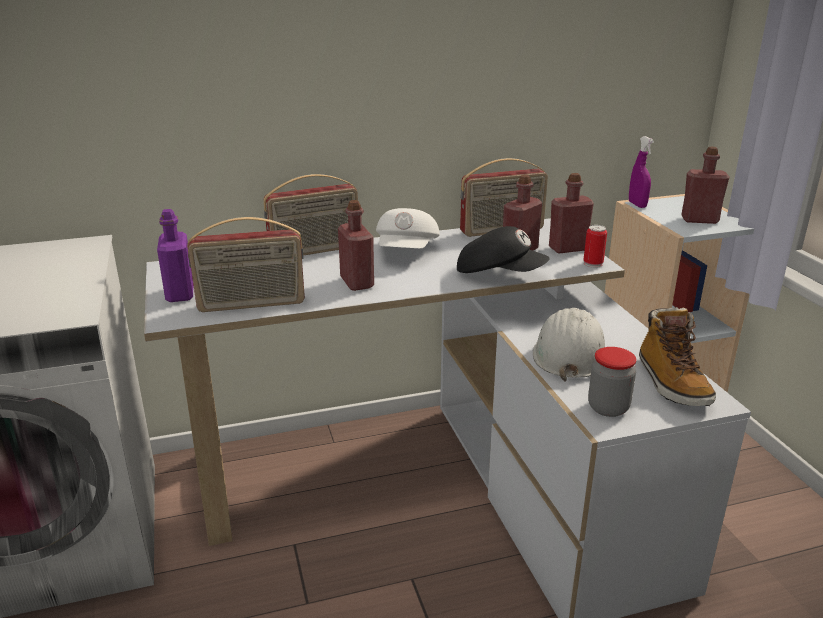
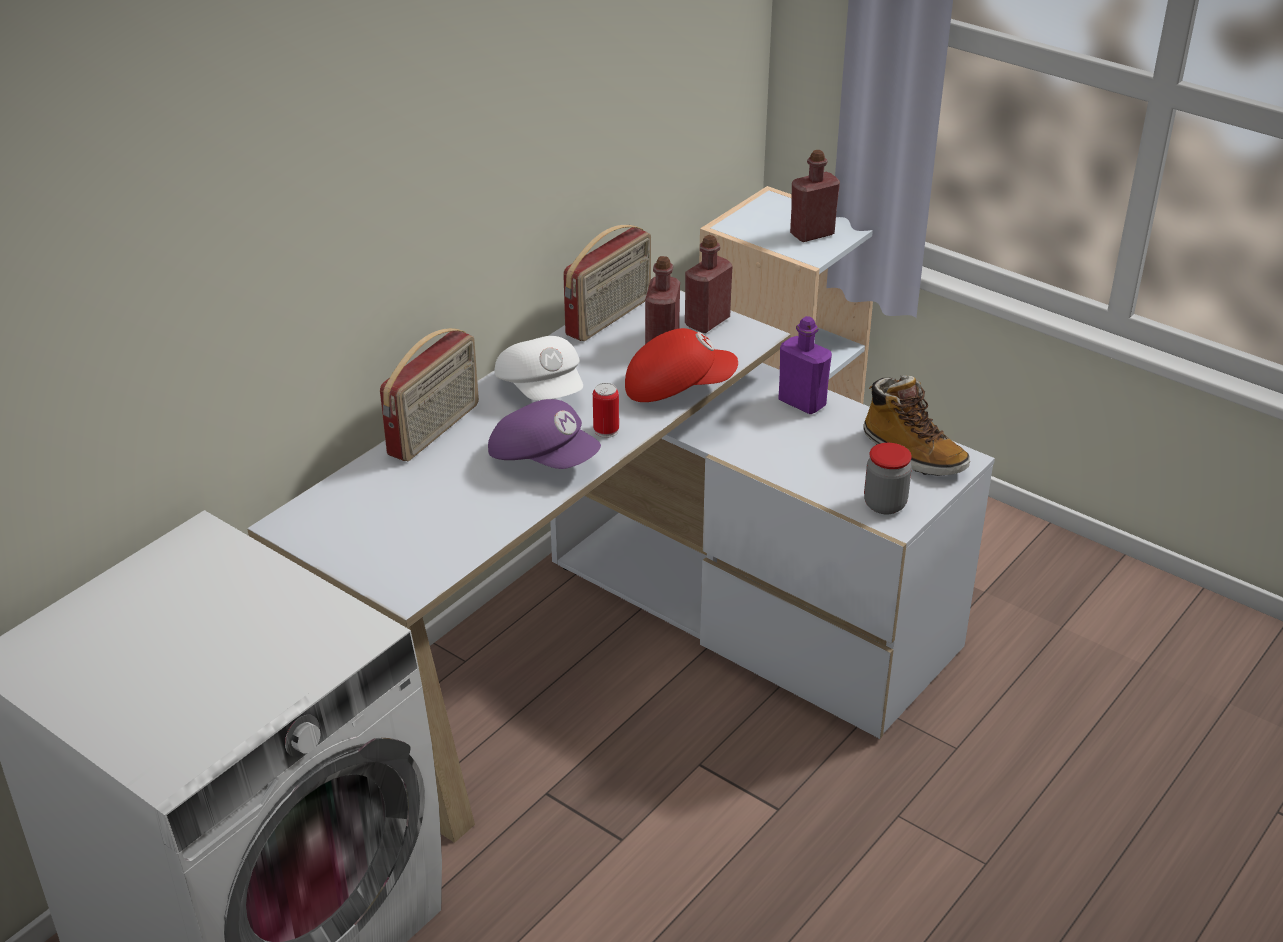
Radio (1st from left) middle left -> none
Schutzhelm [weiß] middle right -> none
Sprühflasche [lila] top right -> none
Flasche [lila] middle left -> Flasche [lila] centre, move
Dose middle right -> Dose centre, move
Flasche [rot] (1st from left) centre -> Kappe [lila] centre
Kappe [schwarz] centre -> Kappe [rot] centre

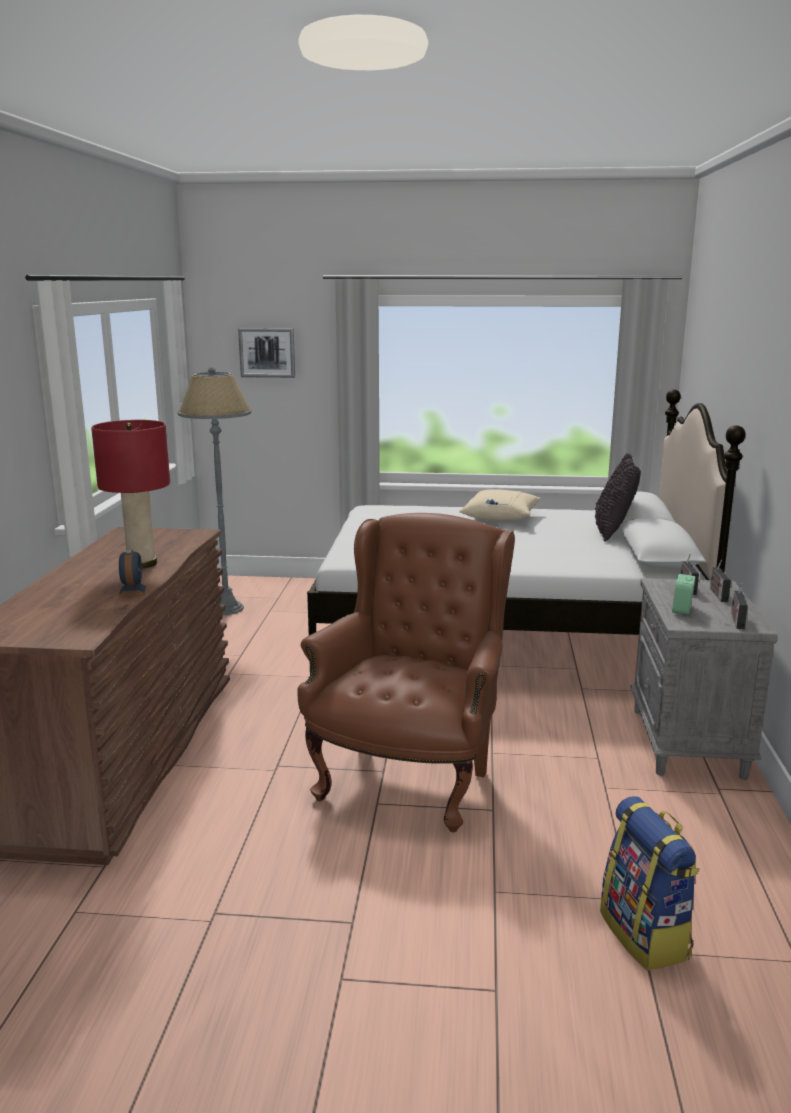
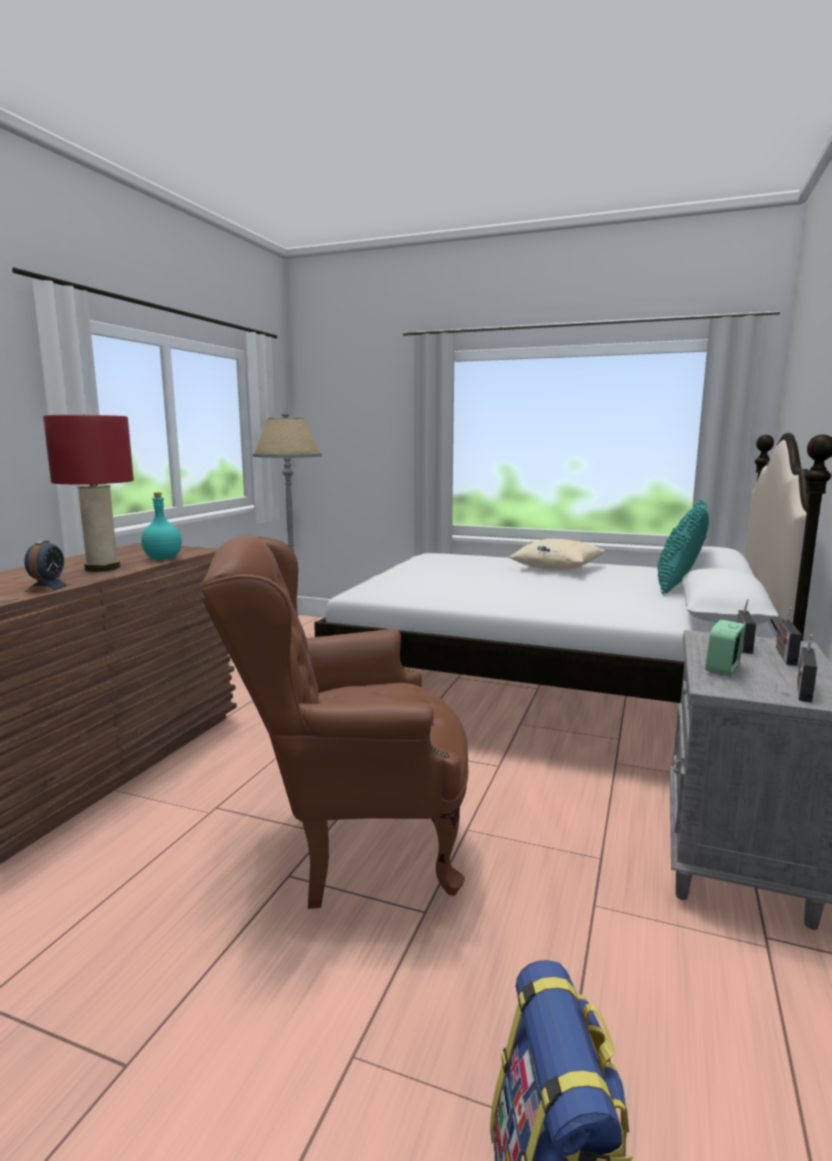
Bild top centre -> none
none -> Flasche [türkis] middle left
Kissen [schwarz] middle right -> Kissen [türkis] middle right
Sessel [braun] centre, 135 degrees counterclockwise

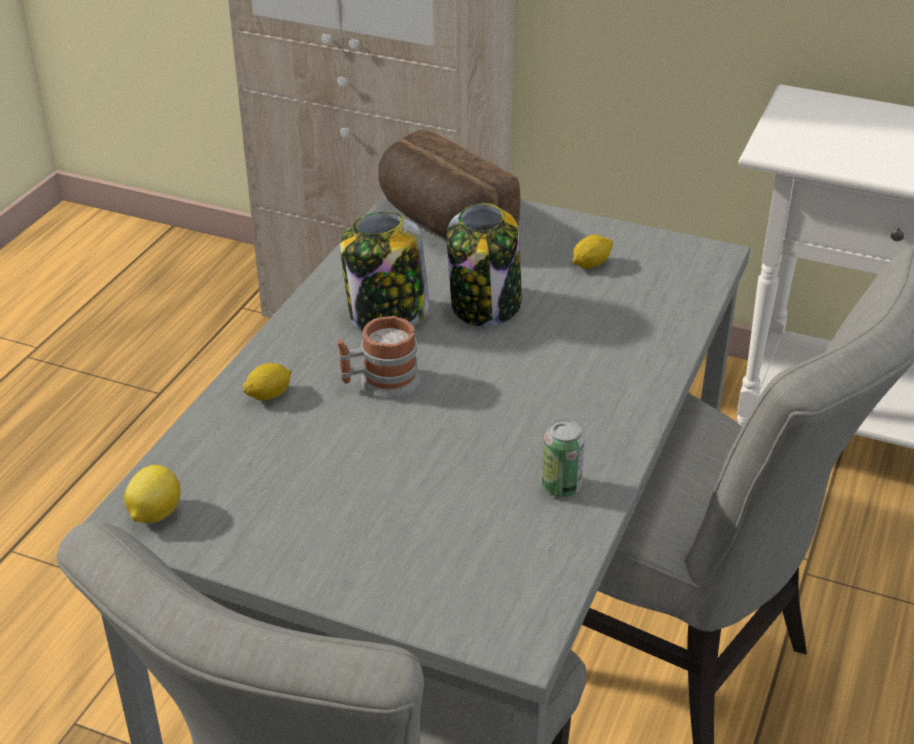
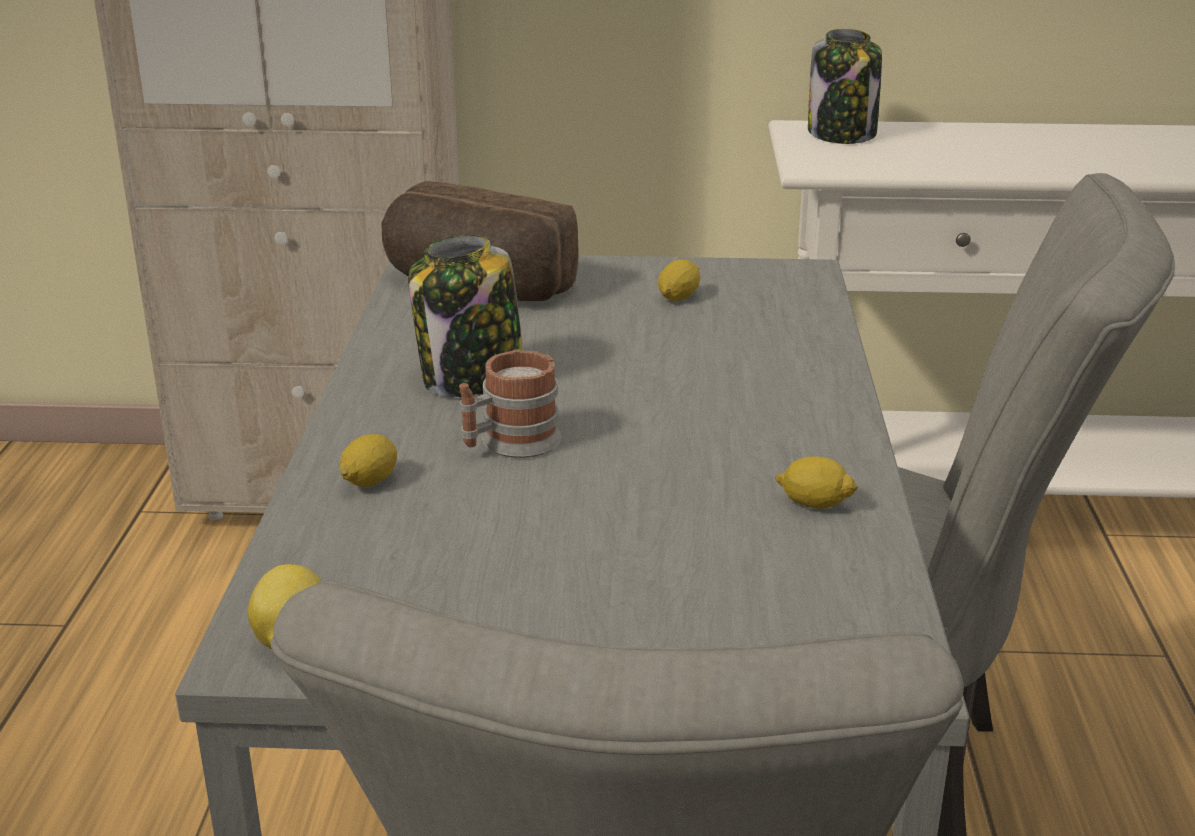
Vorratsglas (2nd from left) centre -> Vorratsglas (2nd from left) top right, move
Dose centre -> Zitrone (4th from left) middle right

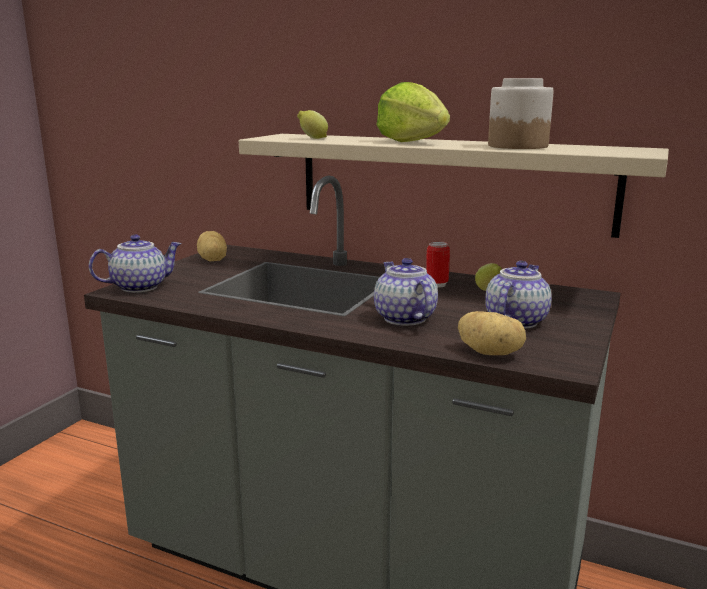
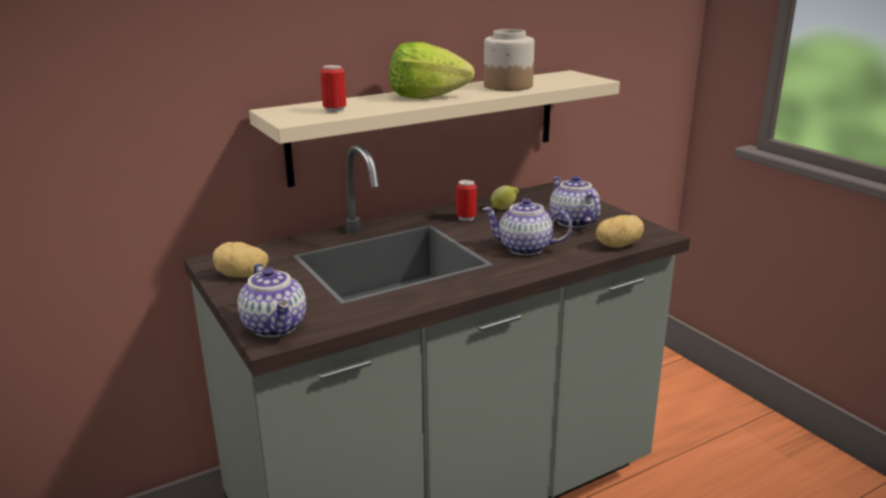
Zitrone (1st from left) top centre -> Dose (1st from left) top centre
Teekanne (1st from left) middle left, 150 degrees clockwise

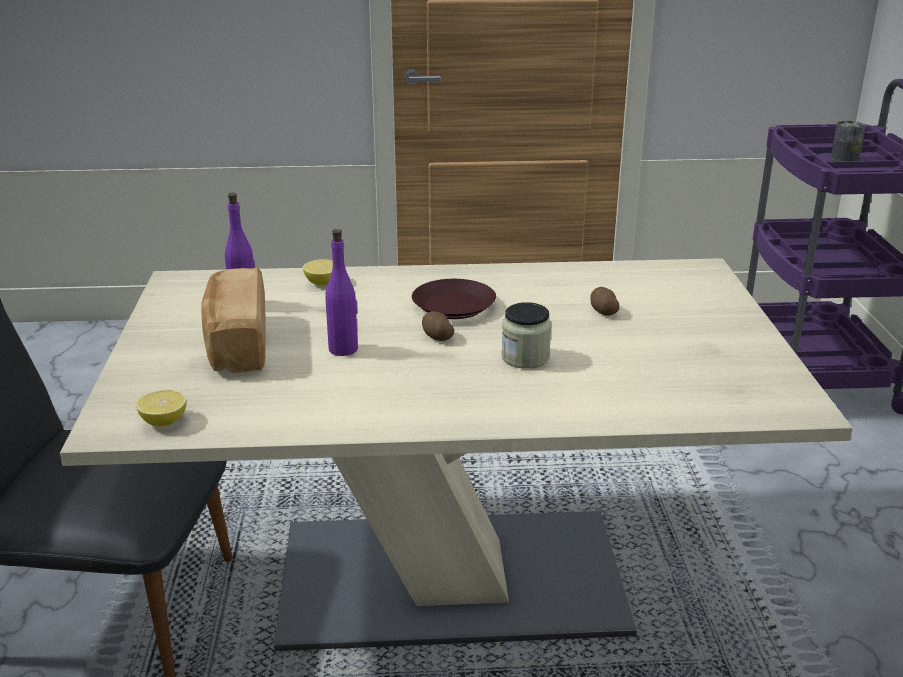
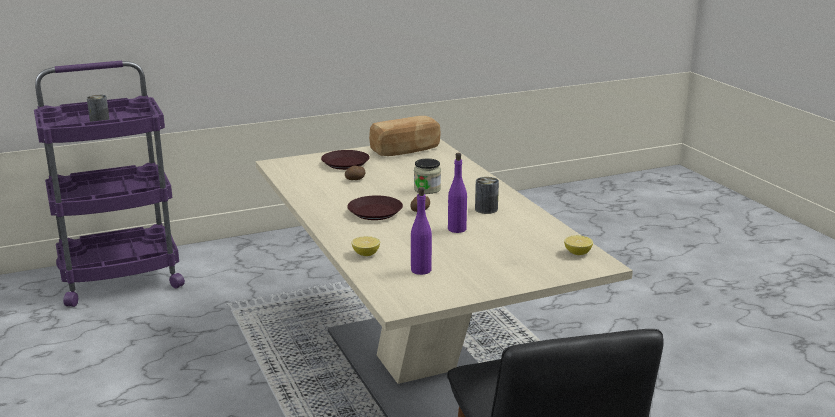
none -> Teller [braun] (1st from left) centre
none -> Dose (2nd from left) centre
Brot middle left -> Brot top centre, move

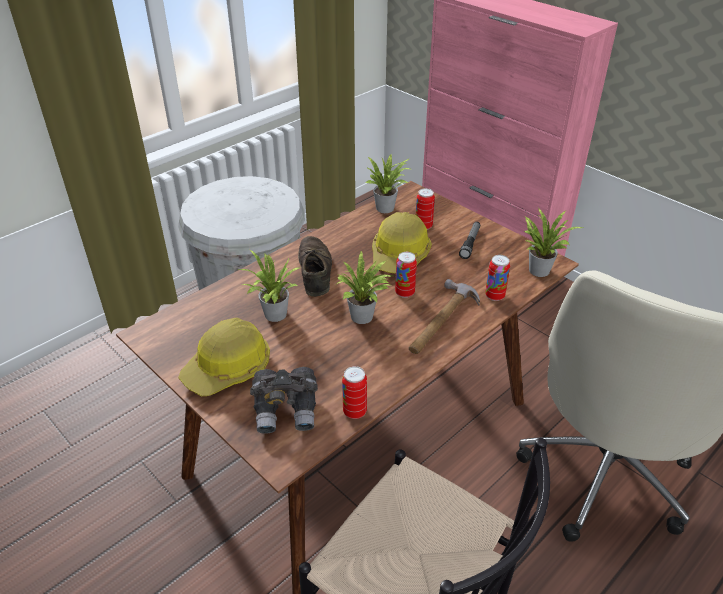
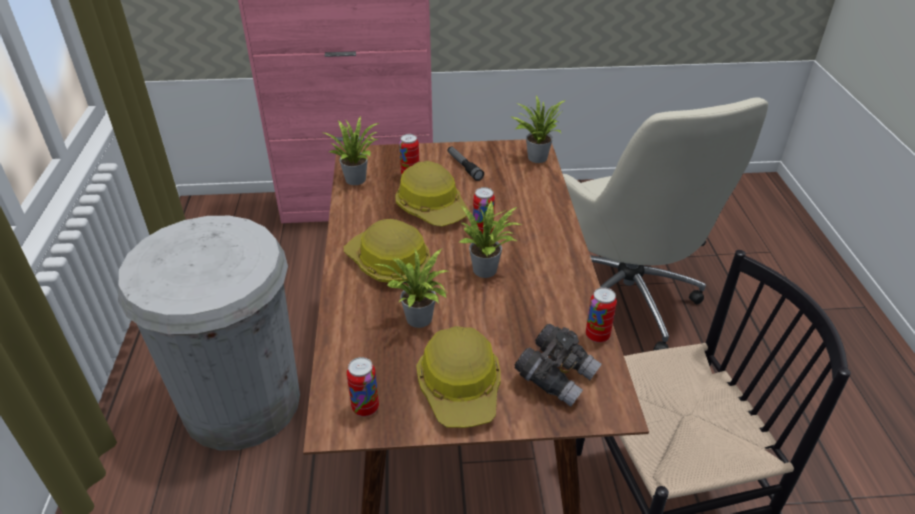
Hammer centre -> none
Dose (4th from left in the first image) middle right -> Dose (1st from left) bottom centre, move
Schuh [braun] centre -> Schutzhelm (1st from left) centre

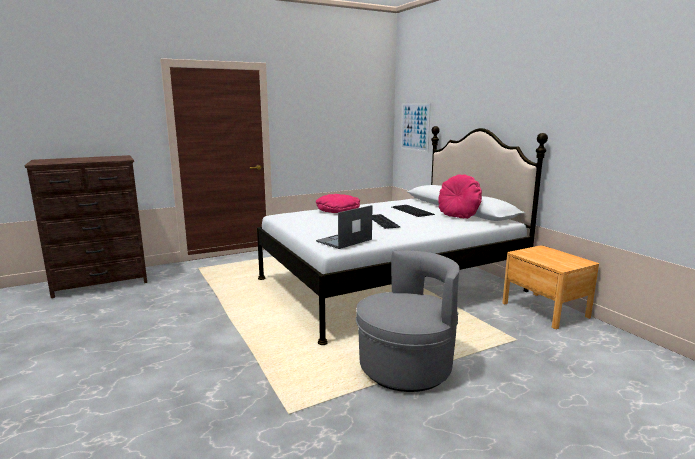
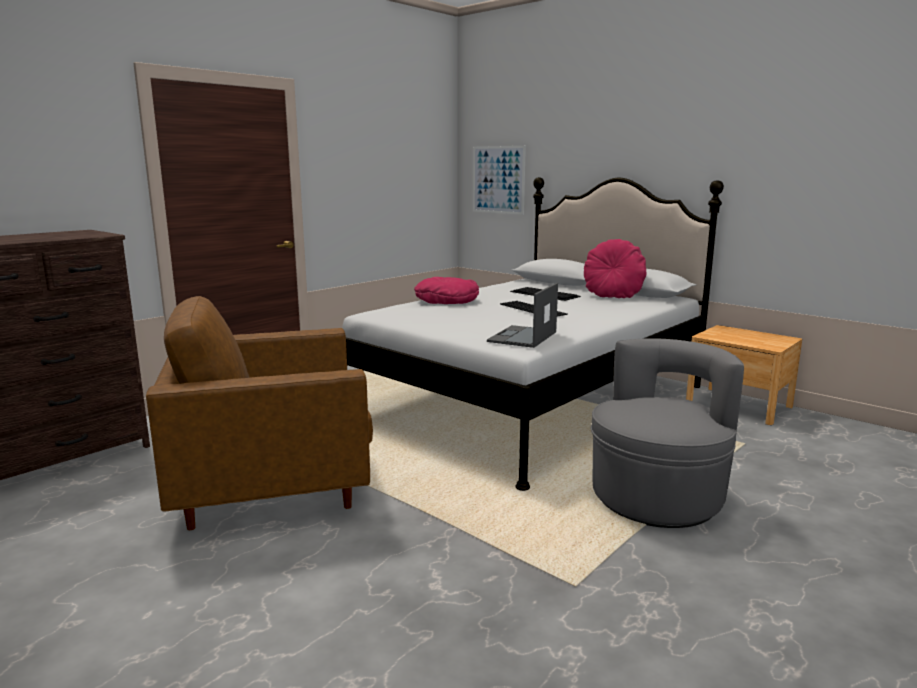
none -> Sessel [braun] middle left

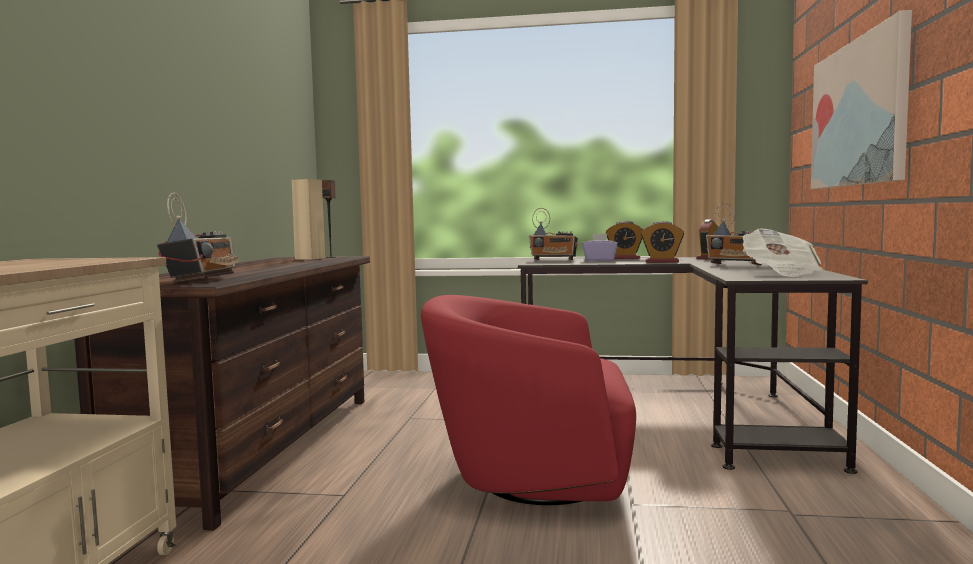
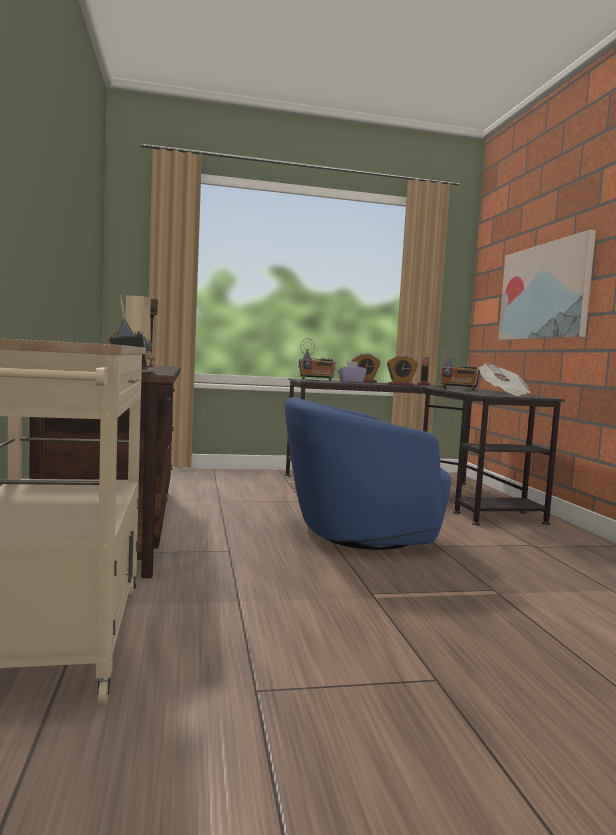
Sessel [rot] bottom centre -> Sessel [blau] centre

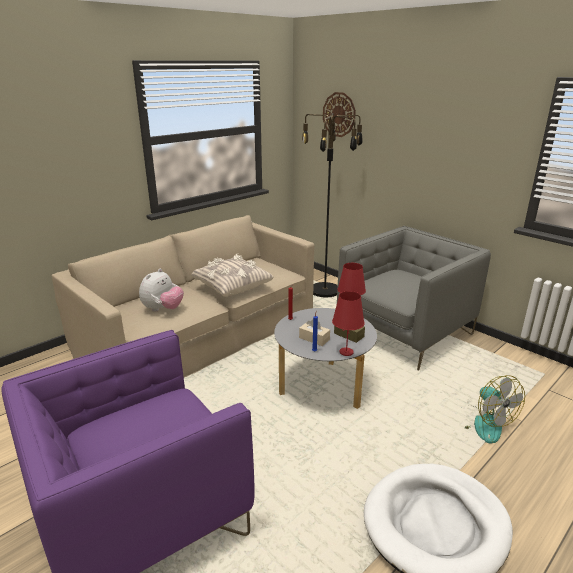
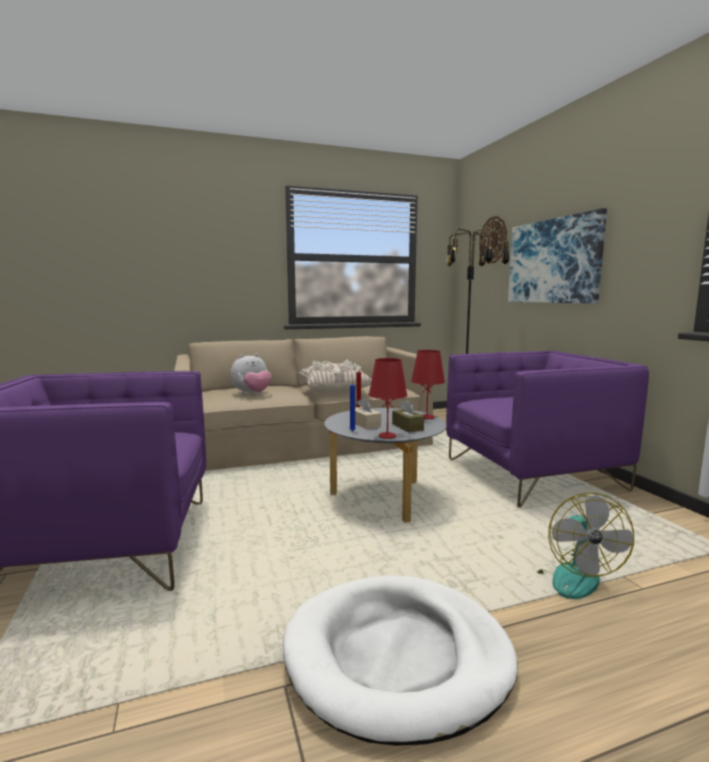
none -> Bild middle right
Sessel [grau] middle right -> Sessel [lila] (2nd from left) middle right

